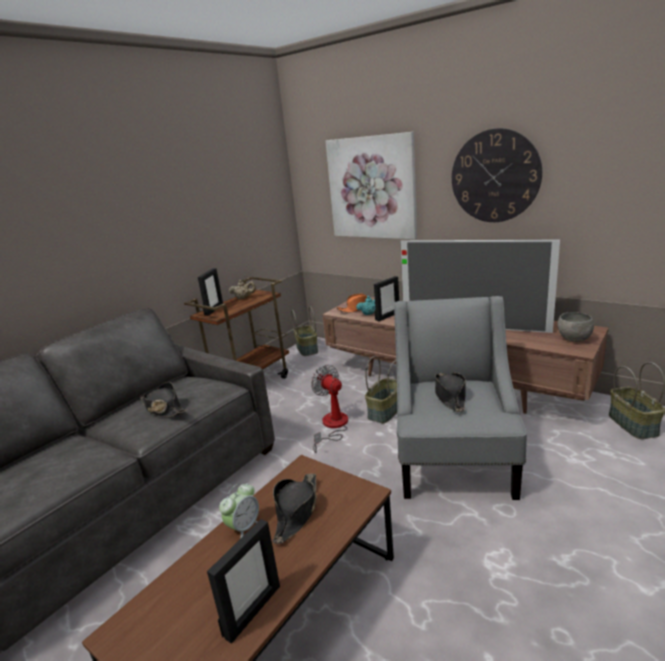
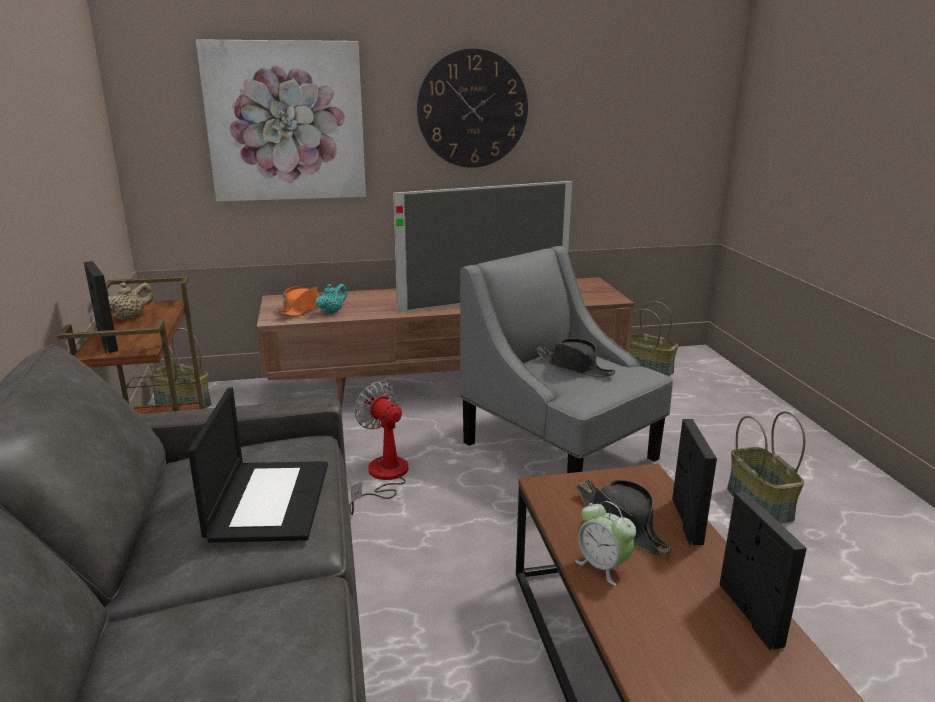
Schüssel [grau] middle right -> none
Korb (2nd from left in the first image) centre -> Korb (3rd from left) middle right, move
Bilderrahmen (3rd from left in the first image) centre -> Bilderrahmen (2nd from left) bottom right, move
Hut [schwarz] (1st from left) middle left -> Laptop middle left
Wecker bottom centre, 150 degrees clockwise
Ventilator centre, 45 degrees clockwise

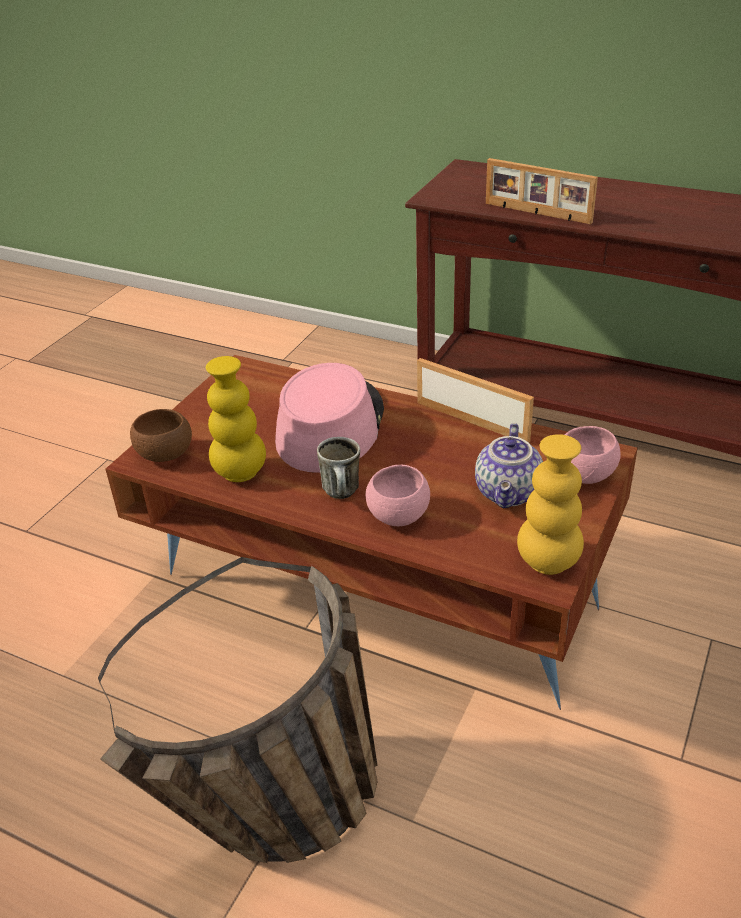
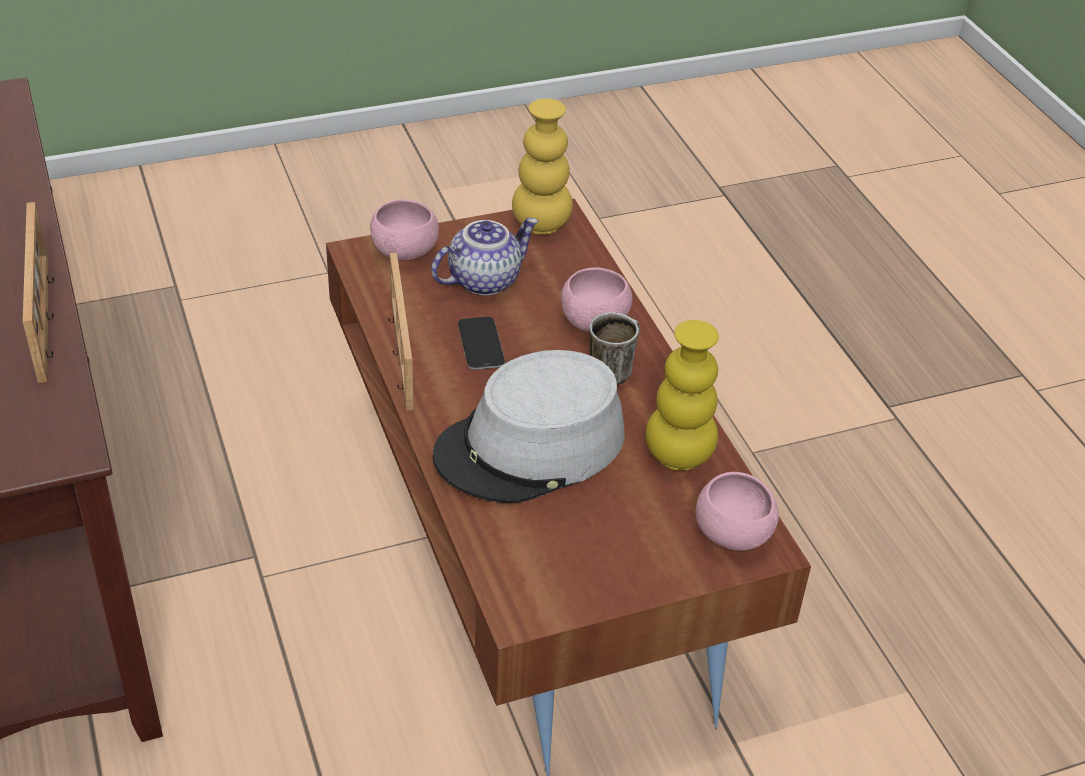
Korb bottom left -> none
none -> Handy centre
Schüssel [braun] middle left -> Schüssel [rosa] (3rd from left) middle right
Hut [rosa] centre -> Hut [grau] centre

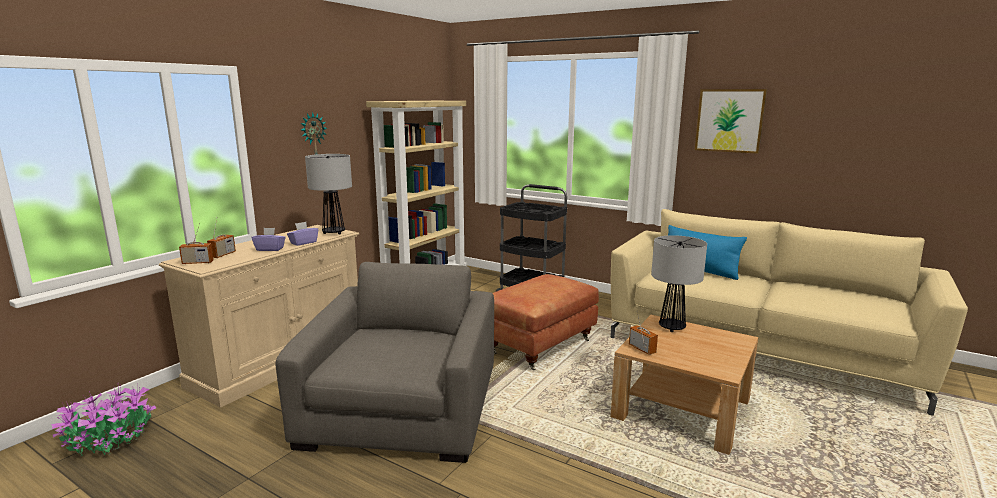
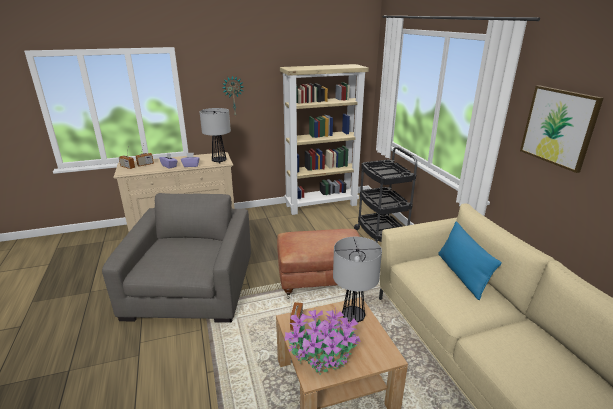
Topfpflanze bottom left -> Topfpflanze bottom centre, move
Sessel [grau] bottom centre -> Sessel [grau] middle left, 45 degrees counterclockwise

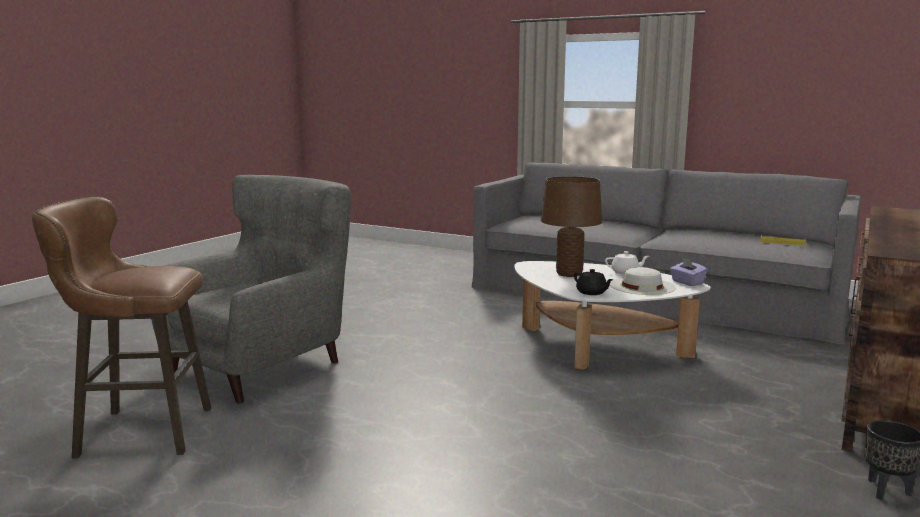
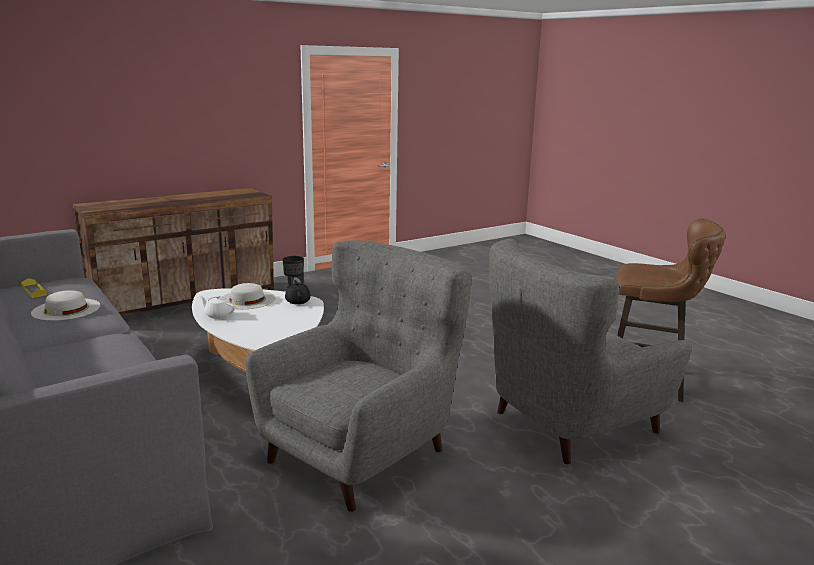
Tischlampe [braun] centre -> none
Taschentuchbox [lila] middle right -> none
none -> Hut [weiß] (1st from left) middle left
none -> Sessel [grau] (1st from left) centre

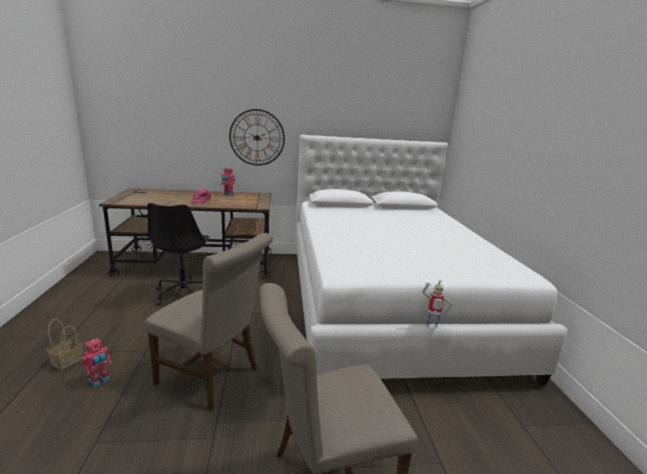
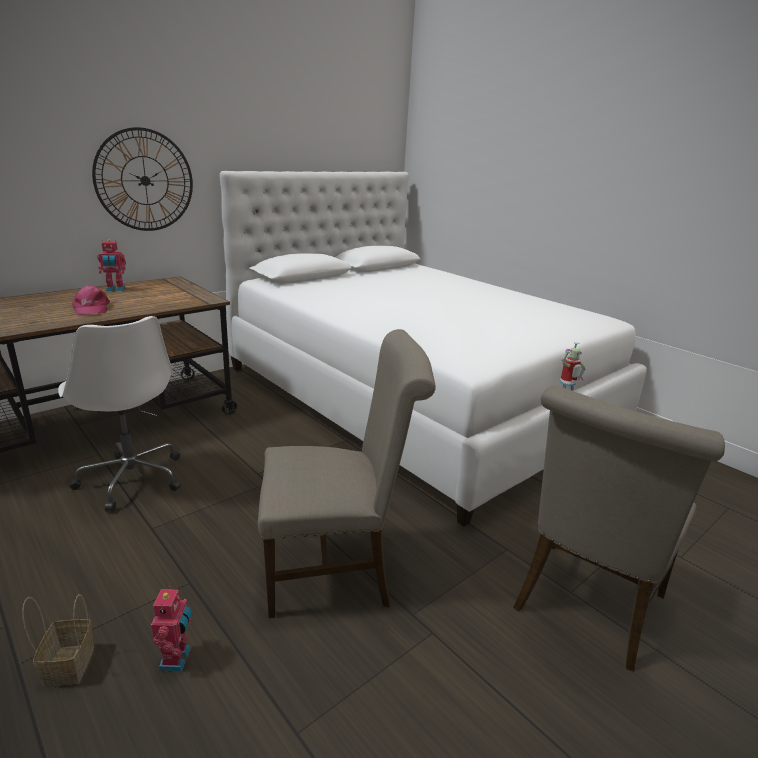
Bürostuhl [schwarz] middle left -> Bürostuhl [weiß] middle left

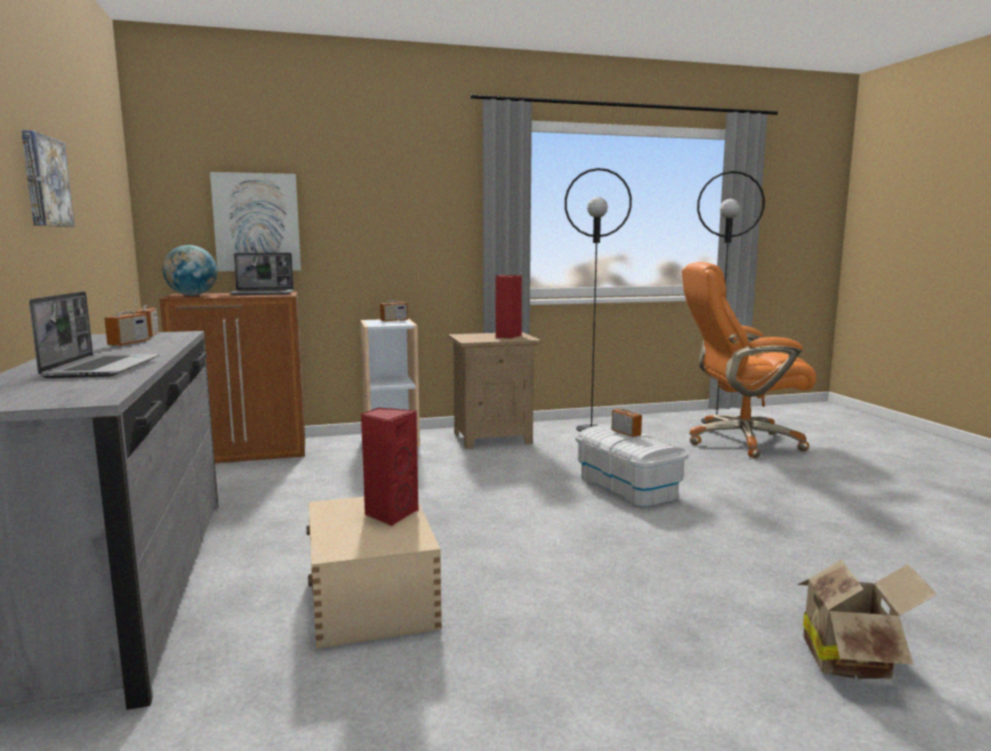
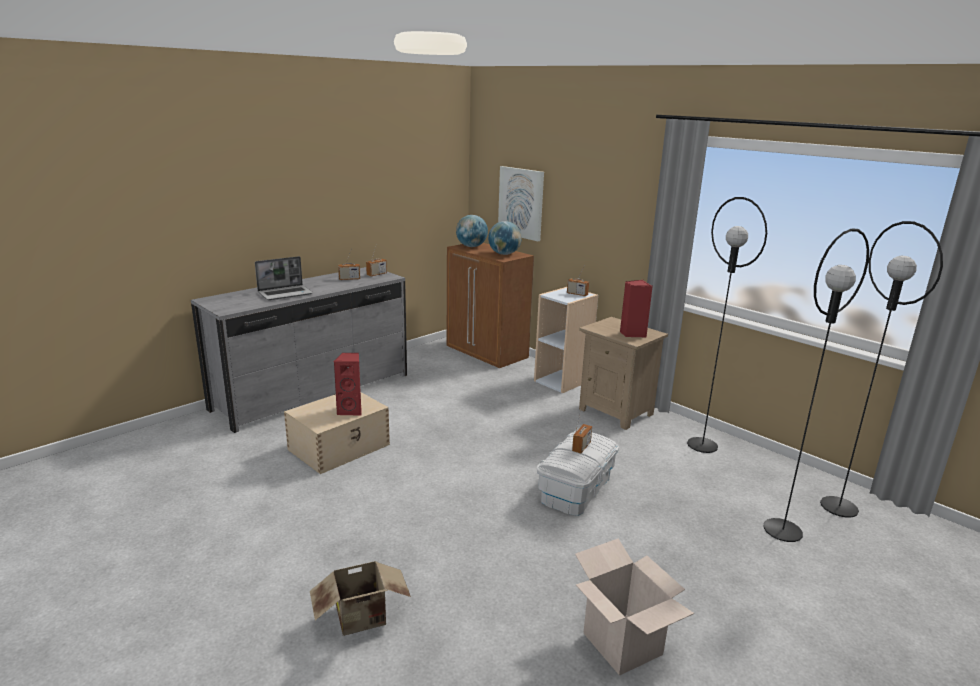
Bild (1st from left) top left -> none
none -> Karton (2nd from left) bottom centre
Laptop (2nd from left) middle left -> Globus (2nd from left) centre
Bürostuhl [orange] middle right -> Stehlampe [schwarz] (2nd from left) middle right

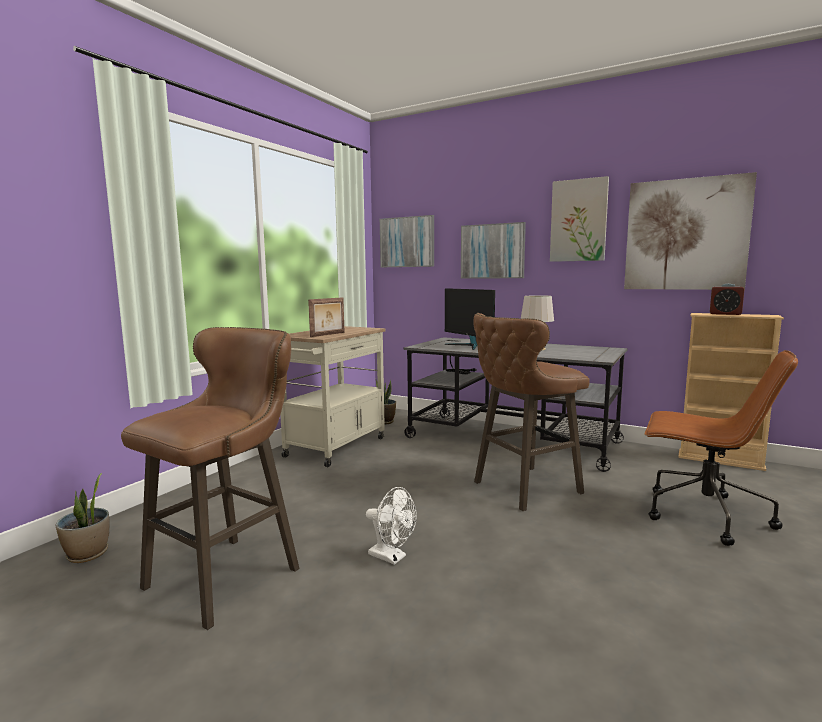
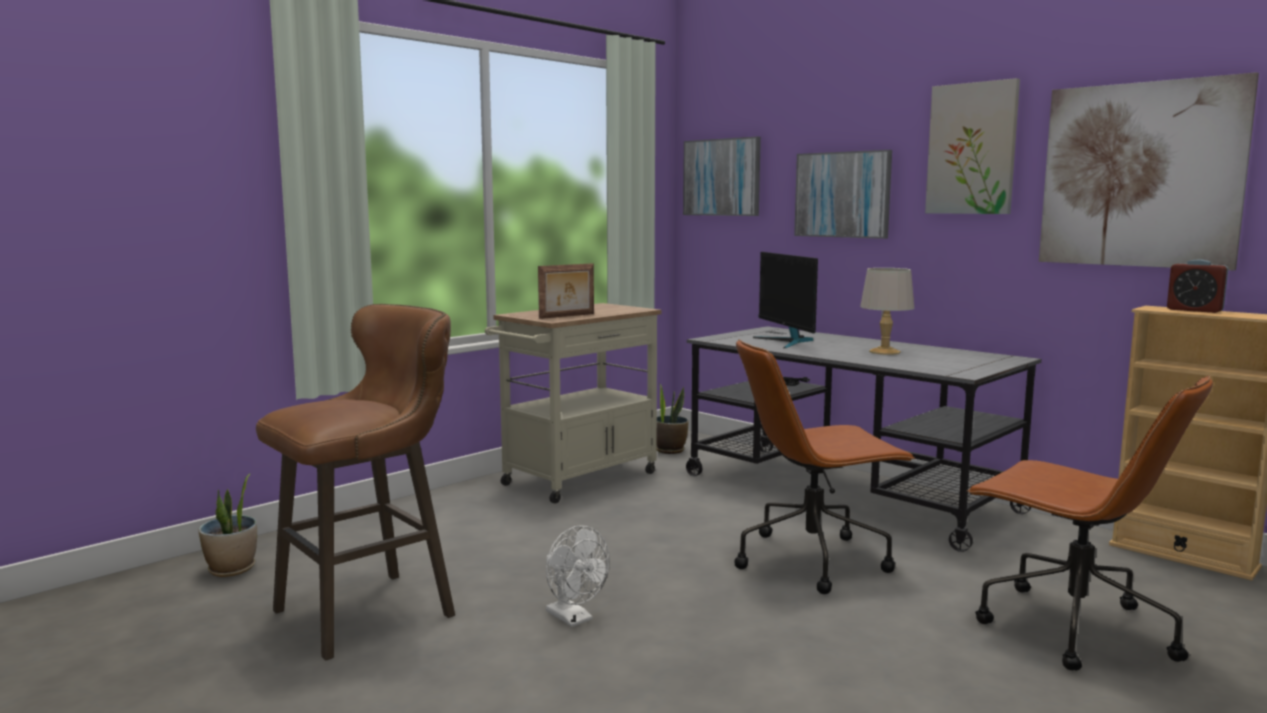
Hocker [braun] (2nd from left) centre -> Bürostuhl [braun] (1st from left) centre

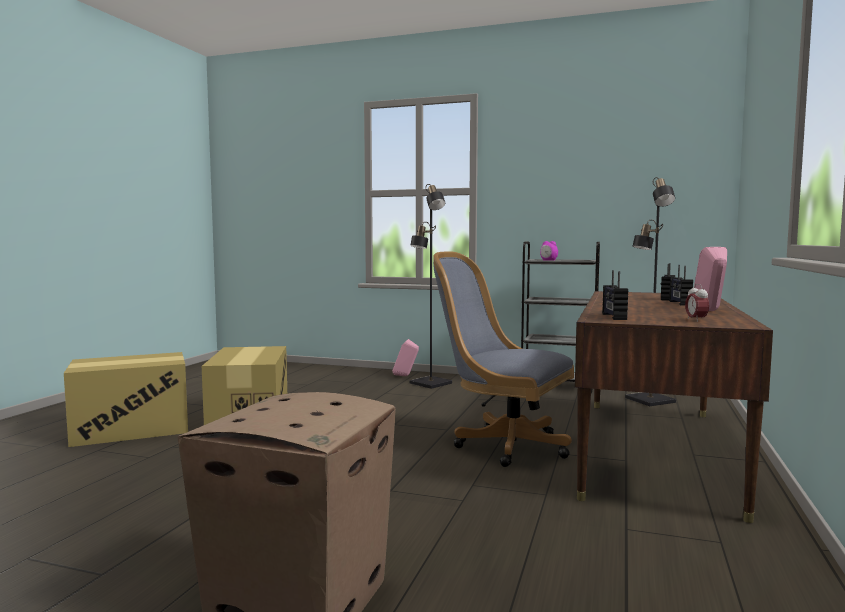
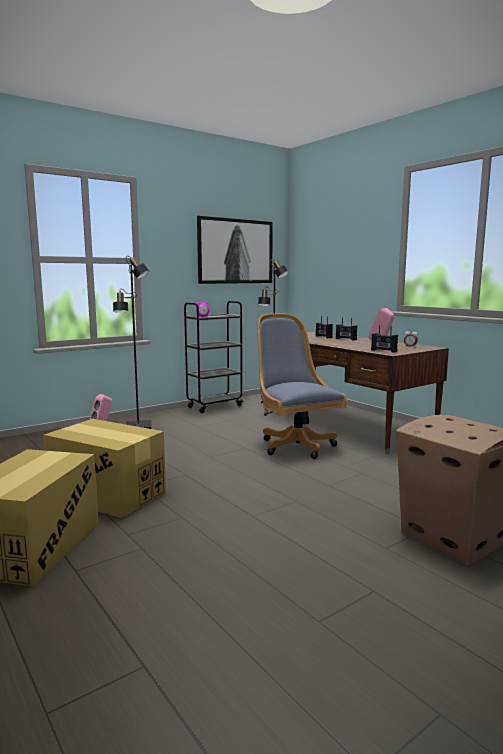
none -> Bild top centre
Bürostuhl [blau] centre, 90 degrees clockwise

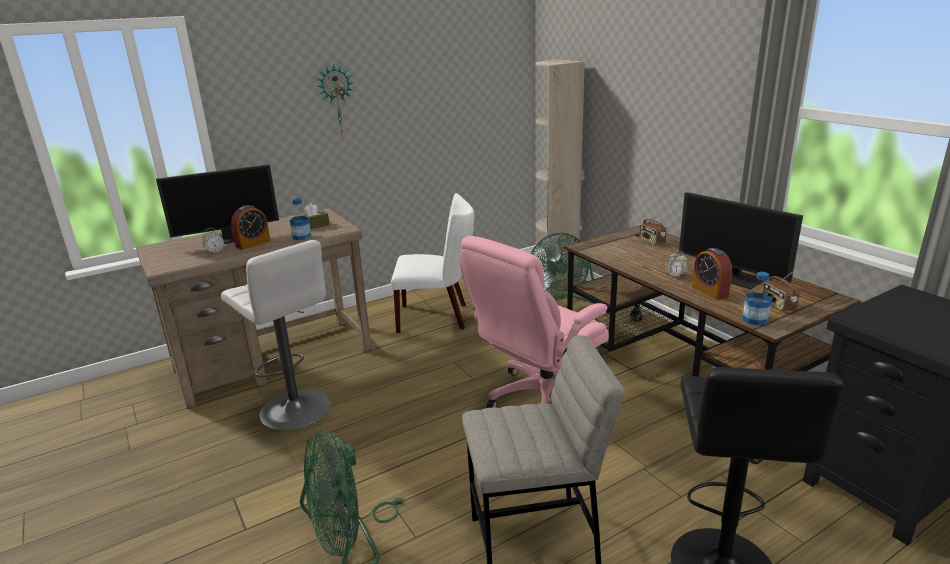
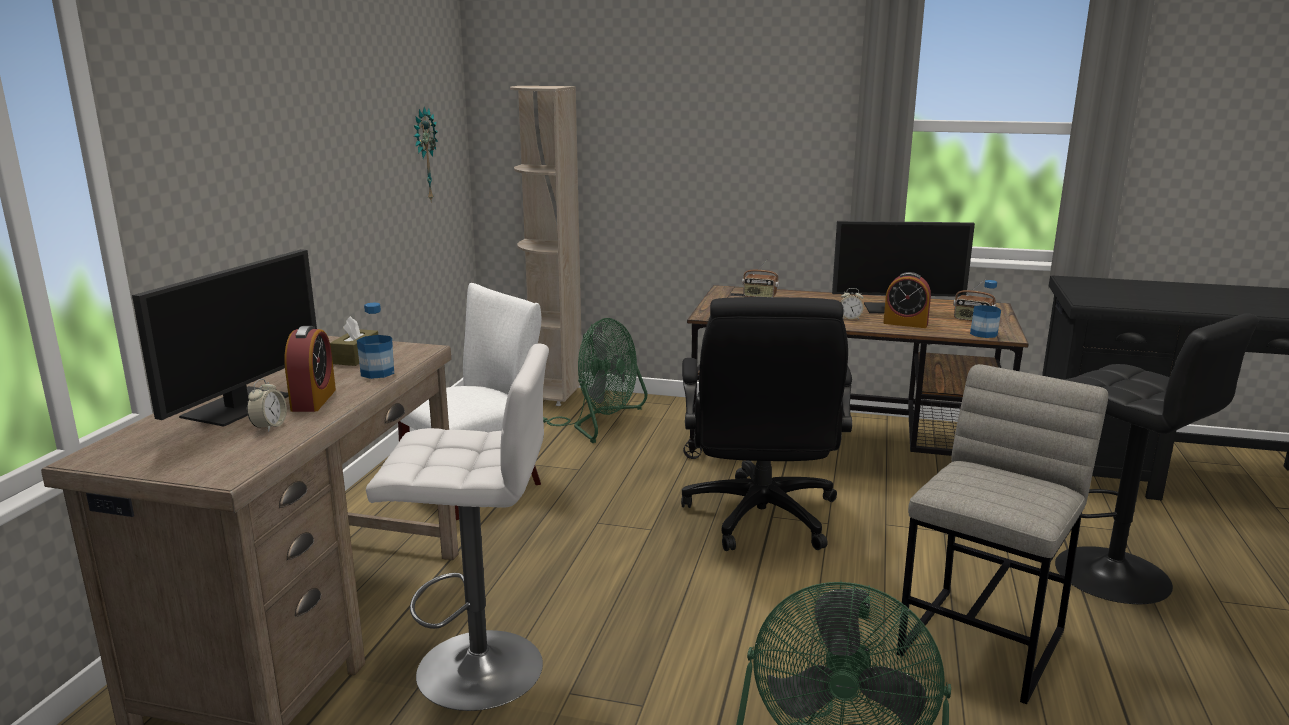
Wanduhr top centre -> Wanduhr top left, move
Bürostuhl [rosa] centre -> Bürostuhl [schwarz] centre

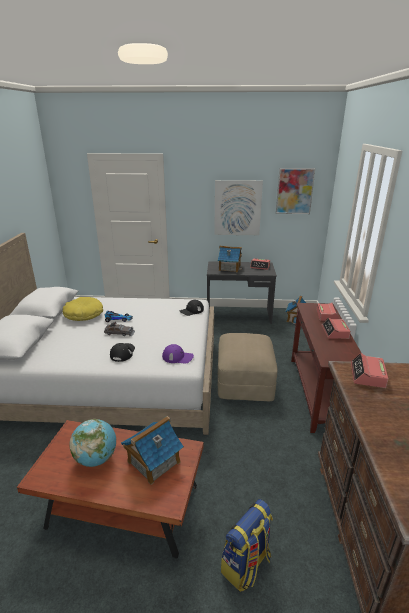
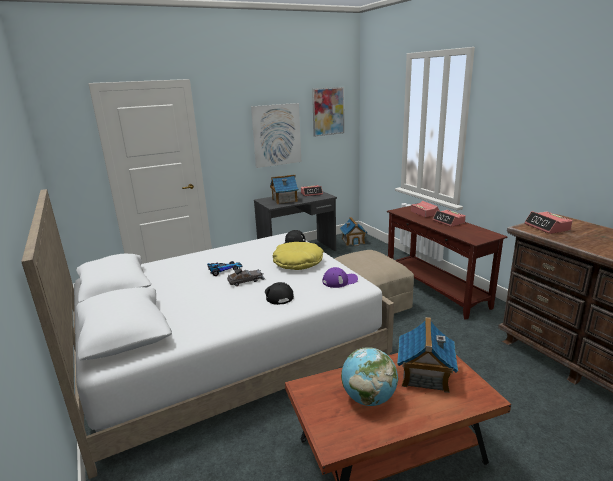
Rucksack bottom centre -> none
Kissen [gelb] middle left -> Kissen [gelb] centre, move

